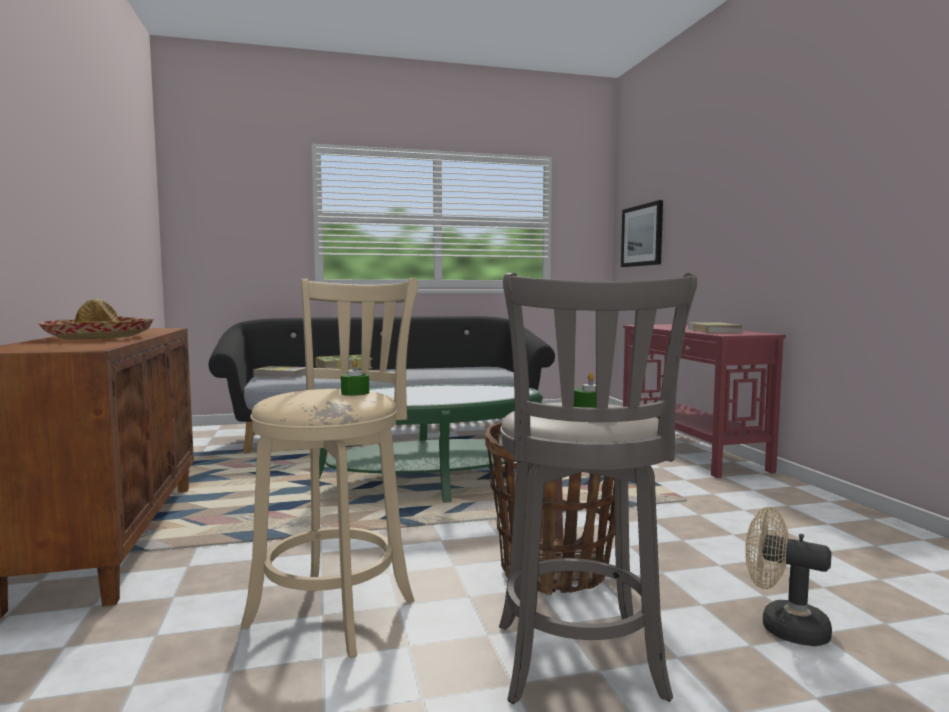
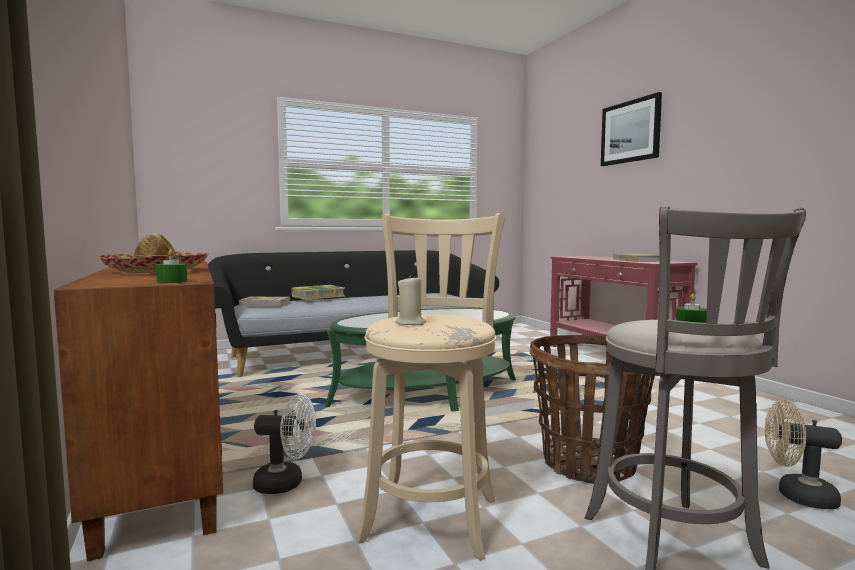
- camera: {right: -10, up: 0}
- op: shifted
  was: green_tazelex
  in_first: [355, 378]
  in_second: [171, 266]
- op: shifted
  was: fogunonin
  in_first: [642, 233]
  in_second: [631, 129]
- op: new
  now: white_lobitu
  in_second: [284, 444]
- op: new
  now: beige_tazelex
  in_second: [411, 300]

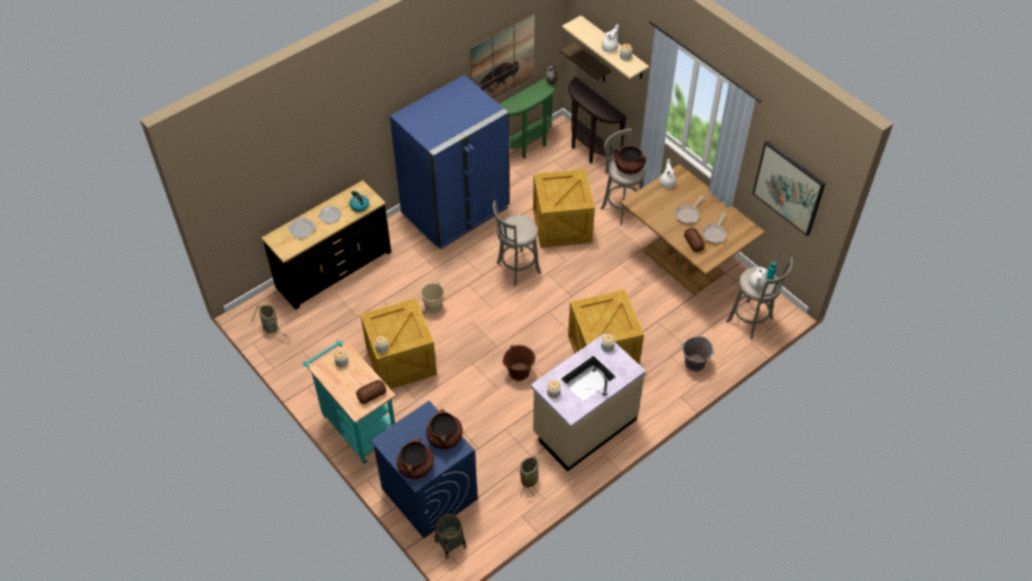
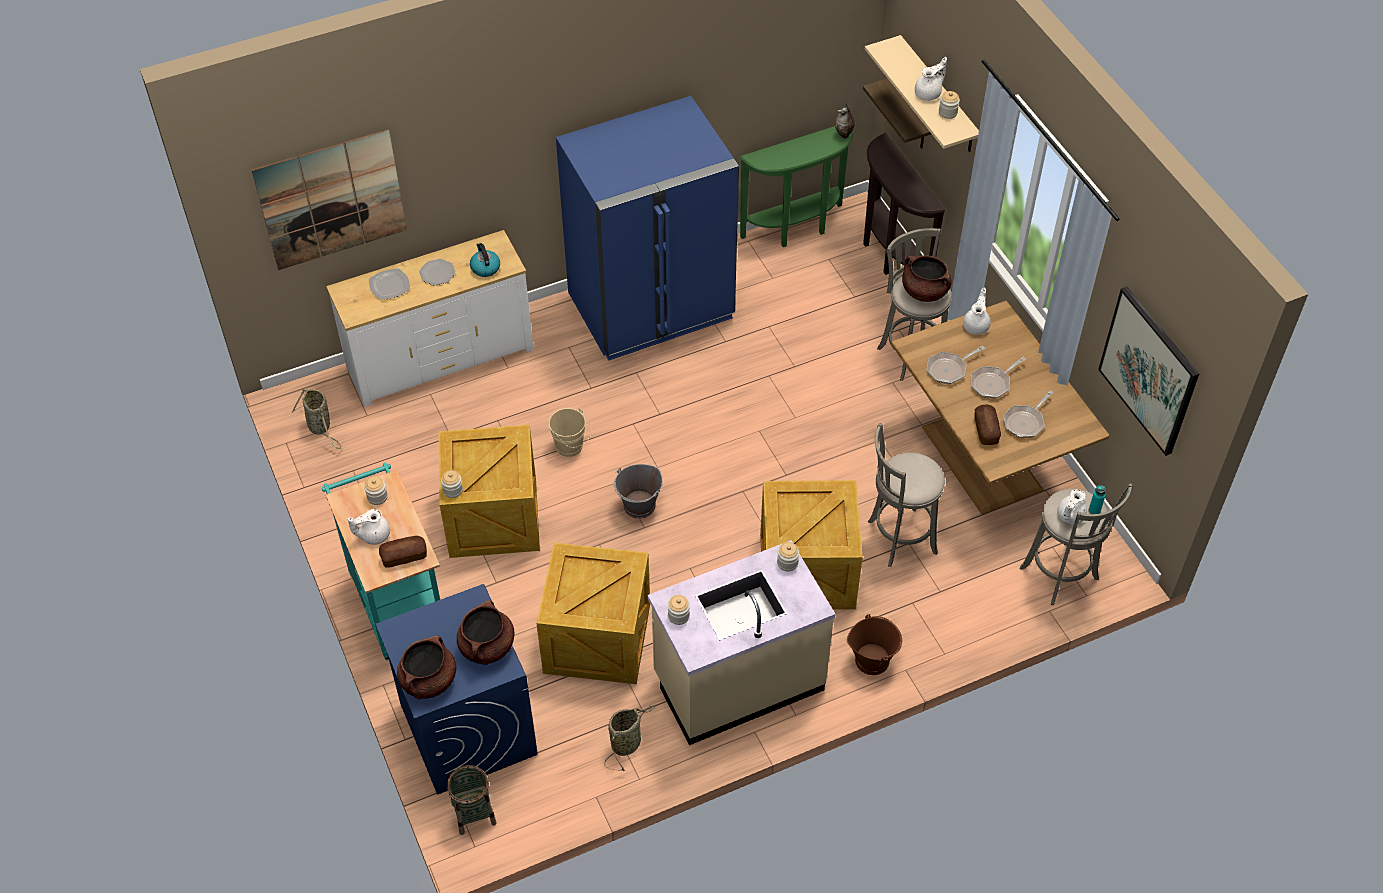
- camera: {right: 15, up: 0}
- op: repainted
  was: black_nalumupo
  now: white_nalumupo
  in_first: [326, 245]
  in_second: [429, 318]
- op: shifted
  was: fogunonin
  in_first: [502, 56]
  in_second: [329, 199]
- op: shifted
  was: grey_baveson
  in_first: [517, 243]
  in_second: [906, 495]
- op: shifted
  was: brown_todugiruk
  in_first: [519, 363]
  in_second: [874, 644]
- op: shifted
  was: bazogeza
  in_first: [564, 208]
  in_second: [593, 613]
- op: shifted
  was: grey_todugiruk
  in_first: [697, 354]
  in_second: [638, 491]
- op: new
  now: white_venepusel
  in_second: [369, 527]
- op: new
  now: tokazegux
  in_second: [955, 365]

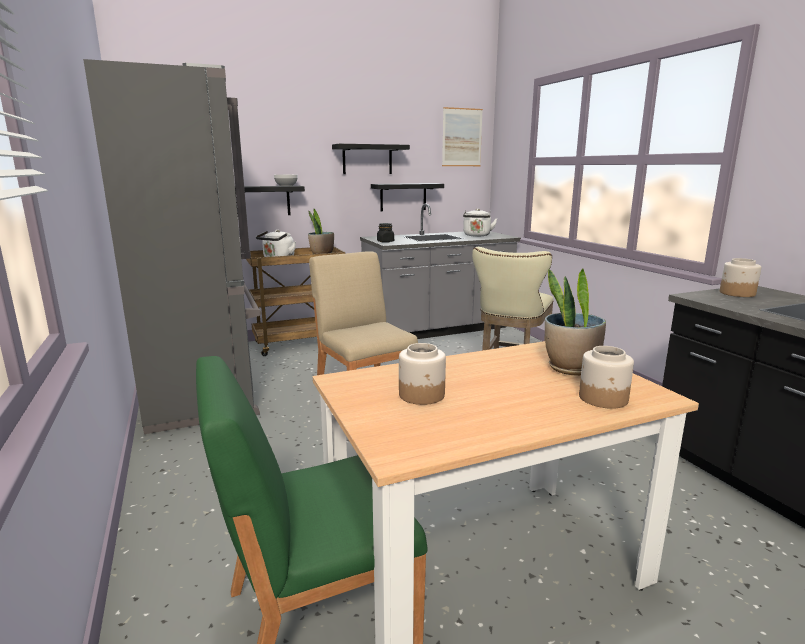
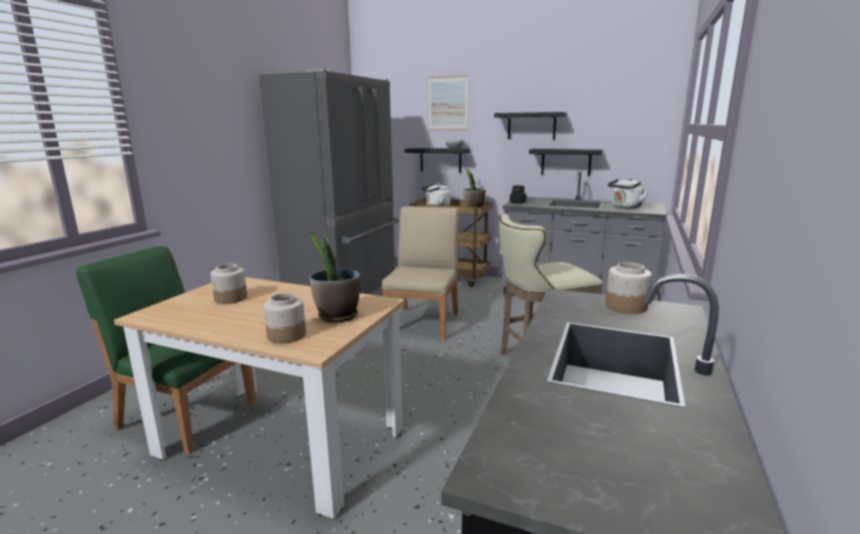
- camera: {right: 45, up: 0}
- op: shifted
  was: fogunonin
  in_first: [462, 136]
  in_second: [448, 102]

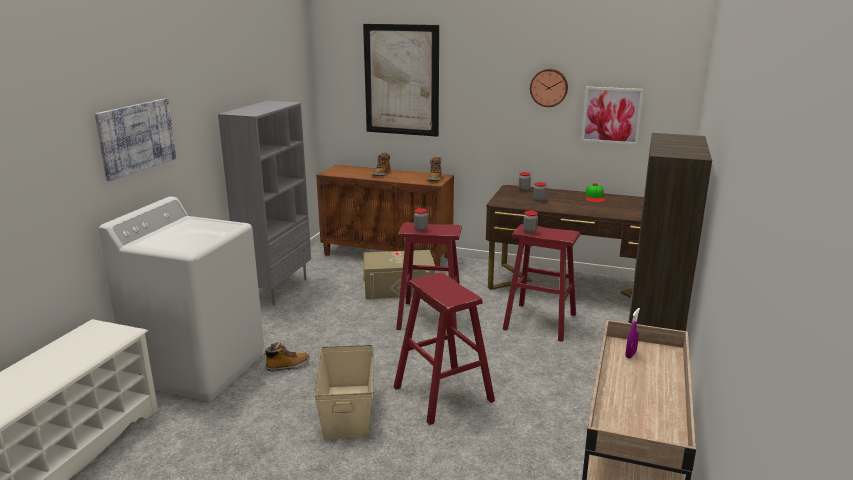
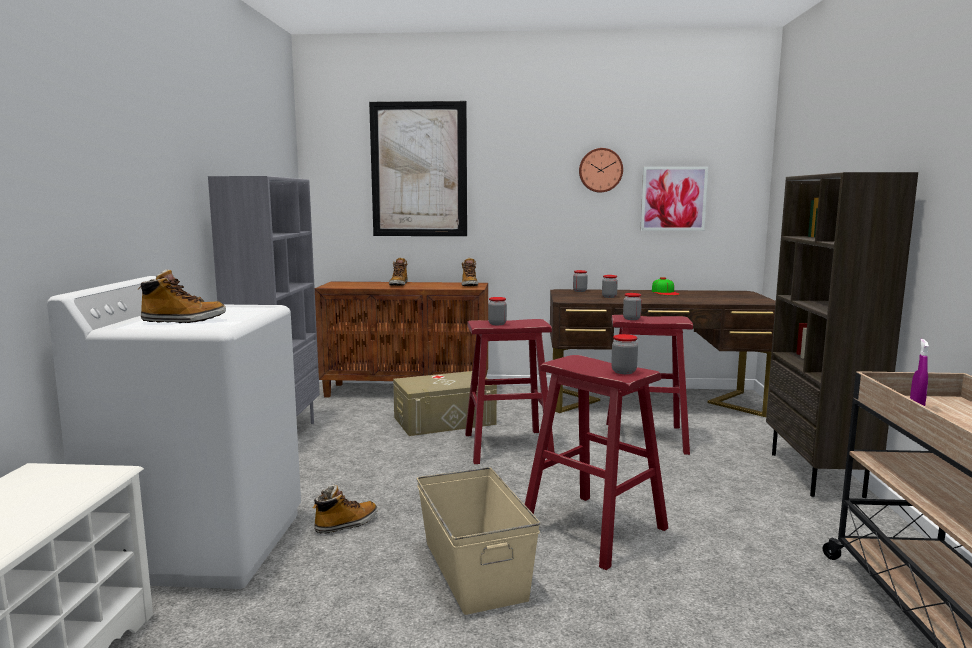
- camera: {right: -15, up: -10}
- op: gone
  was: fogunonin
  in_first: [135, 139]
- op: new
  now: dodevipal
  in_second: [181, 296]
- op: new
  now: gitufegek
  in_second: [624, 354]

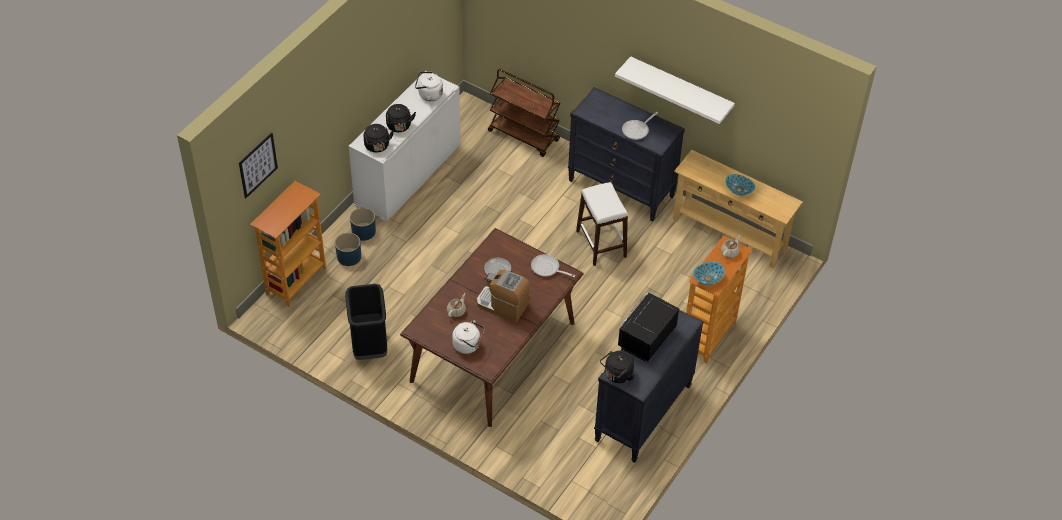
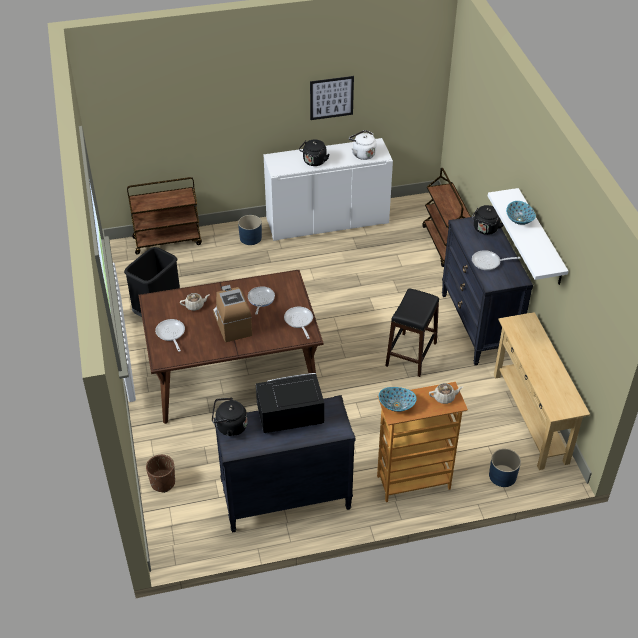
- camera: {right: 45, up: -5}
- op: shifted
  was: fogunonin
  in_first: [258, 165]
  in_second: [332, 98]
- op: swapped
  was: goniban
  now: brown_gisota
  in_first: [288, 244]
  in_second: [164, 215]
- op: shifted
  was: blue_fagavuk
  in_first: [348, 249]
  in_second: [505, 468]
- op: shifted
  was: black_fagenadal
  in_first: [379, 138]
  in_second: [488, 220]
- op: swapped
  was: white_fagenadal
  now: tokazegux
  in_first: [468, 337]
  in_second: [170, 335]
- op: repainted
  was: white_baveson
  now: black_baveson
  in_first: [602, 224]
  in_second: [412, 332]
- op: shifted
  was: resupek
  in_first: [740, 184]
  in_second: [521, 213]
- op: new
  now: brown_fagavuk
  in_second: [160, 474]

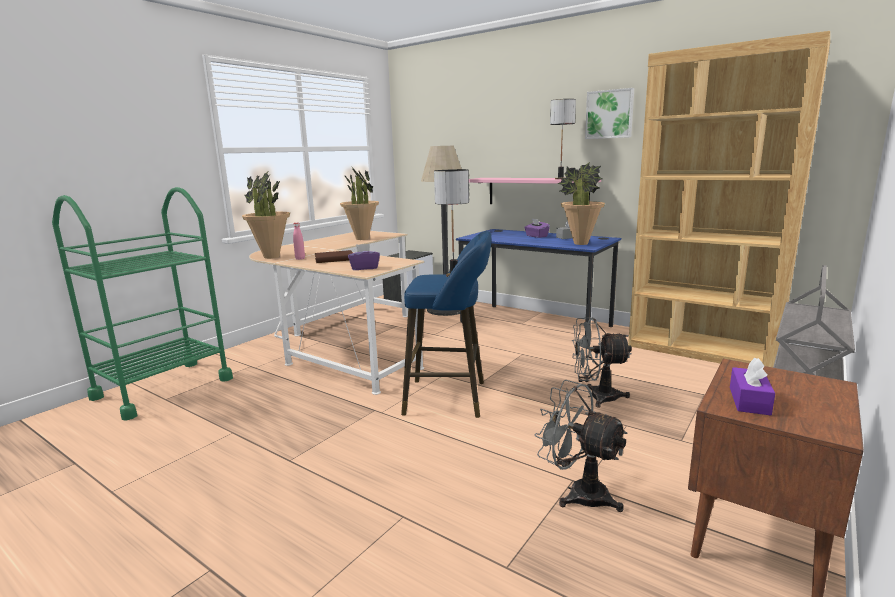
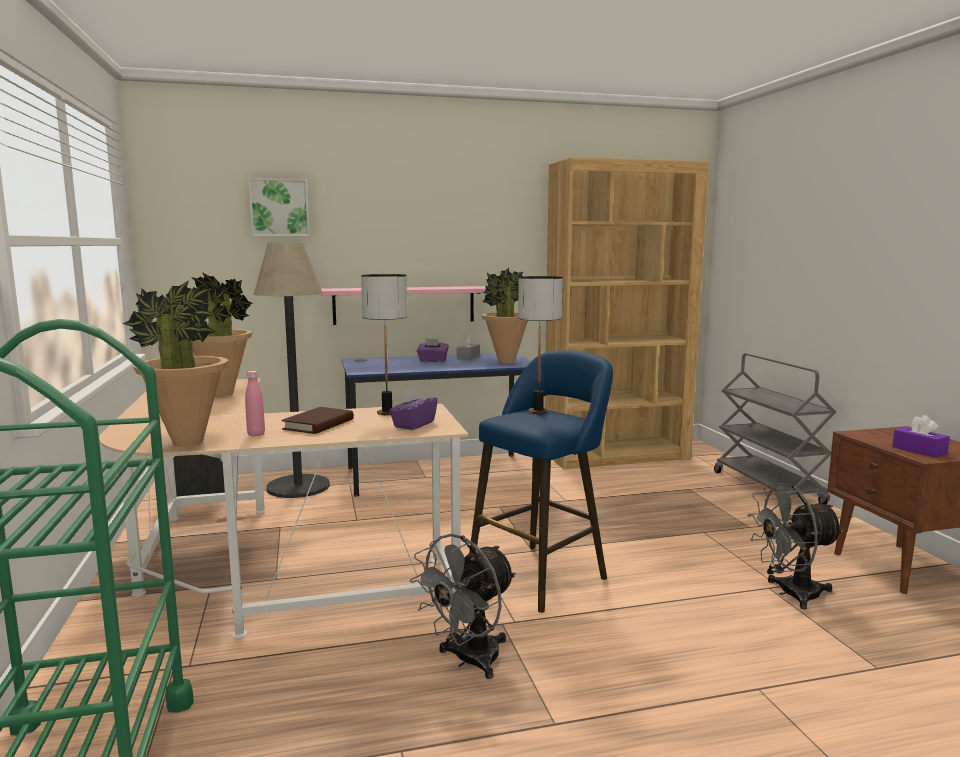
- camera: {right: -50, up: -5}
- op: shifted
  was: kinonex
  in_first: [563, 139]
  in_second: [384, 344]
- op: shifted
  was: grey_lobitu
  in_first: [602, 362]
  in_second: [463, 606]
- op: shifted
  was: fogunonin
  in_first: [609, 113]
  in_second: [279, 207]

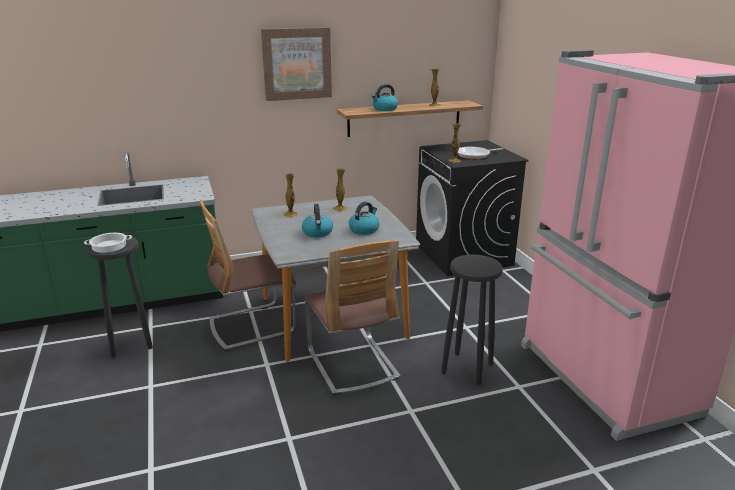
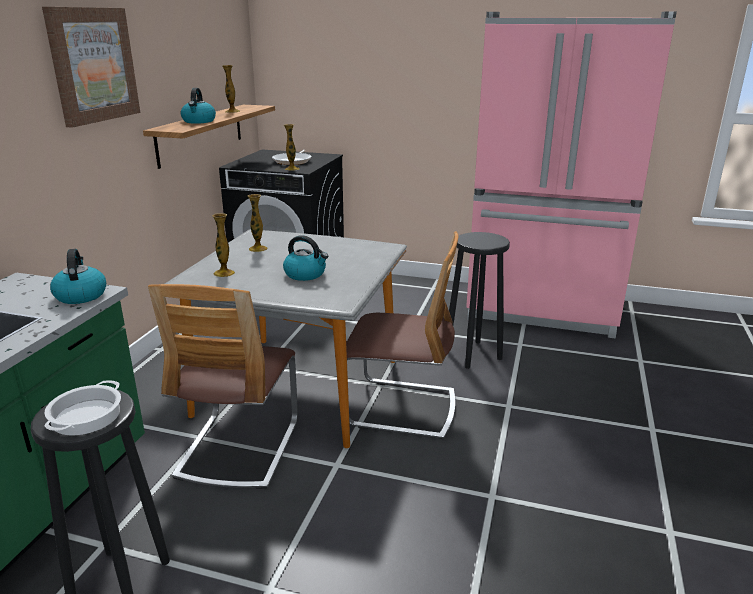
- camera: {right: -55, up: 0}
- op: shifted
  was: fagenadal
  in_first: [364, 218]
  in_second: [78, 276]

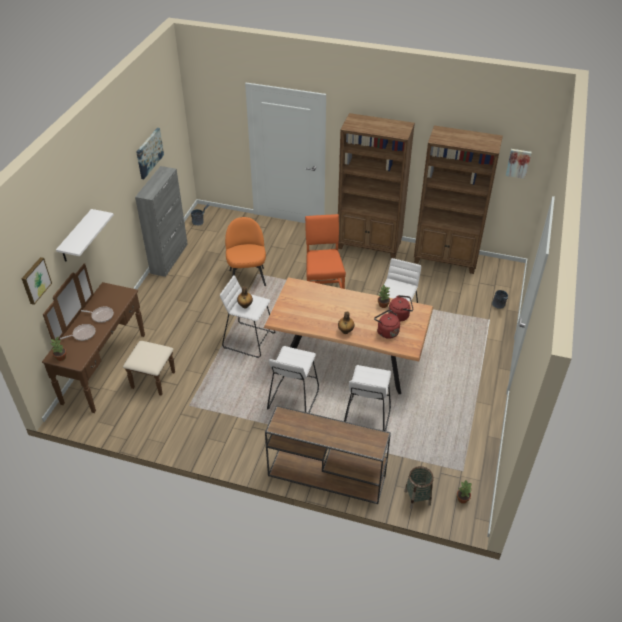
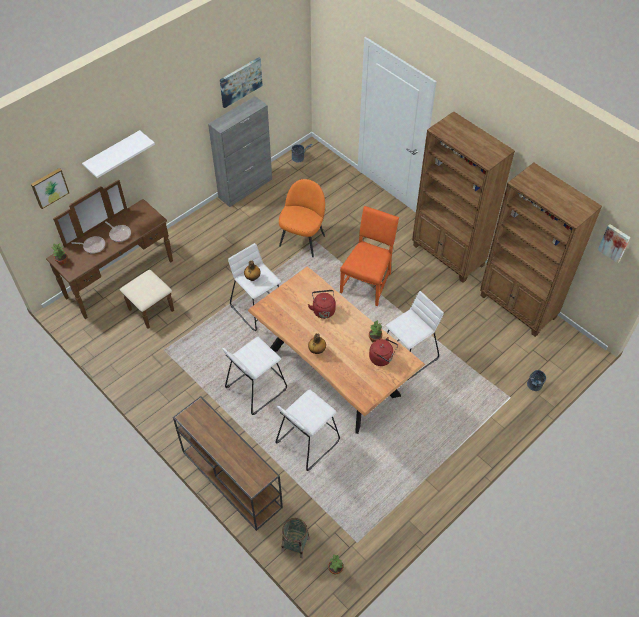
- camera: {right: 30, up: 10}
- op: shifted
  was: red_fagenadal
  in_first: [387, 324]
  in_second: [322, 304]

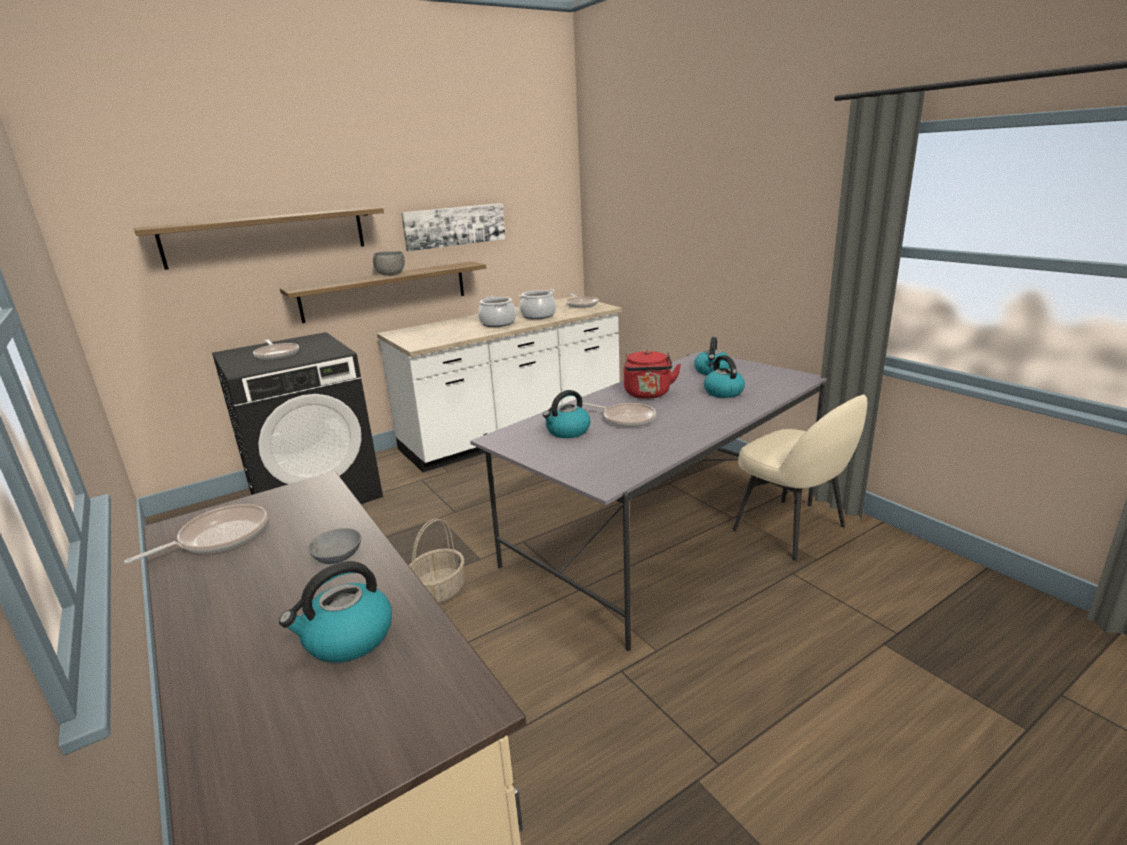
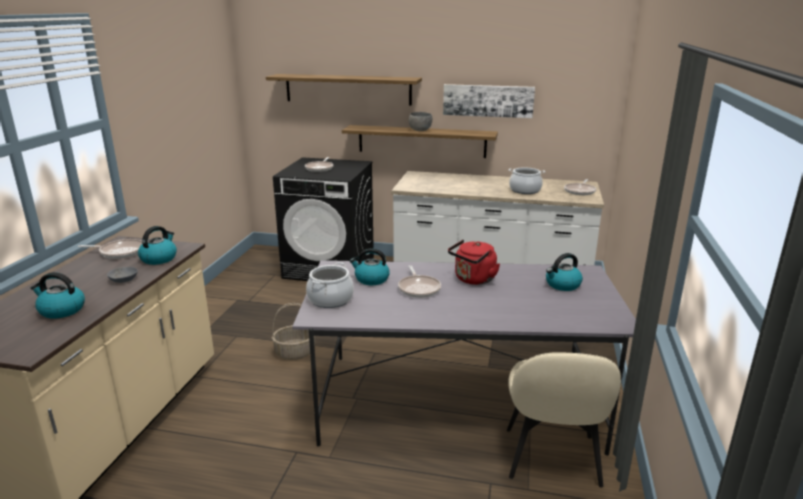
- camera: {right: 45, up: 0}
- op: shifted
  was: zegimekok
  in_first: [497, 311]
  in_second: [330, 285]
- op: shifted
  was: fagenadal
  in_first: [724, 376]
  in_second: [157, 245]

